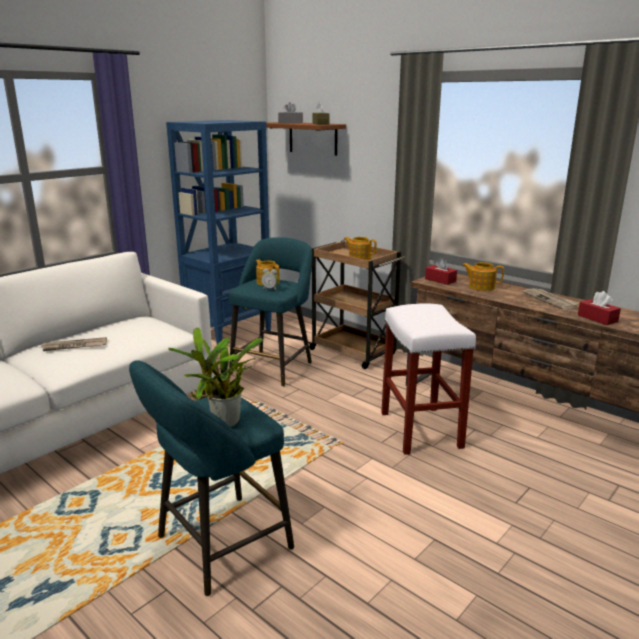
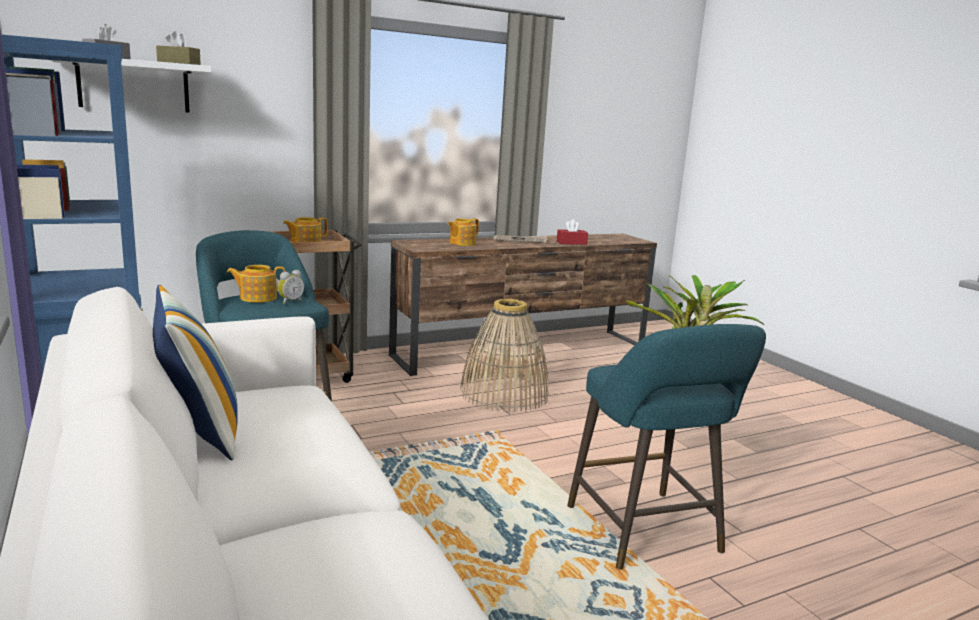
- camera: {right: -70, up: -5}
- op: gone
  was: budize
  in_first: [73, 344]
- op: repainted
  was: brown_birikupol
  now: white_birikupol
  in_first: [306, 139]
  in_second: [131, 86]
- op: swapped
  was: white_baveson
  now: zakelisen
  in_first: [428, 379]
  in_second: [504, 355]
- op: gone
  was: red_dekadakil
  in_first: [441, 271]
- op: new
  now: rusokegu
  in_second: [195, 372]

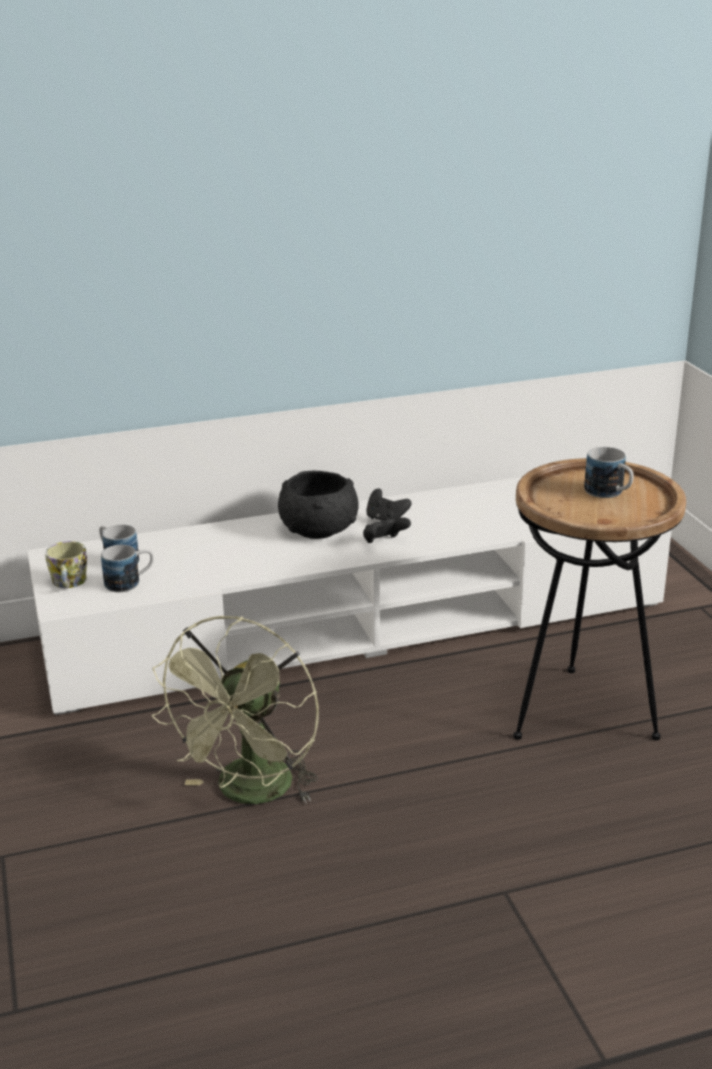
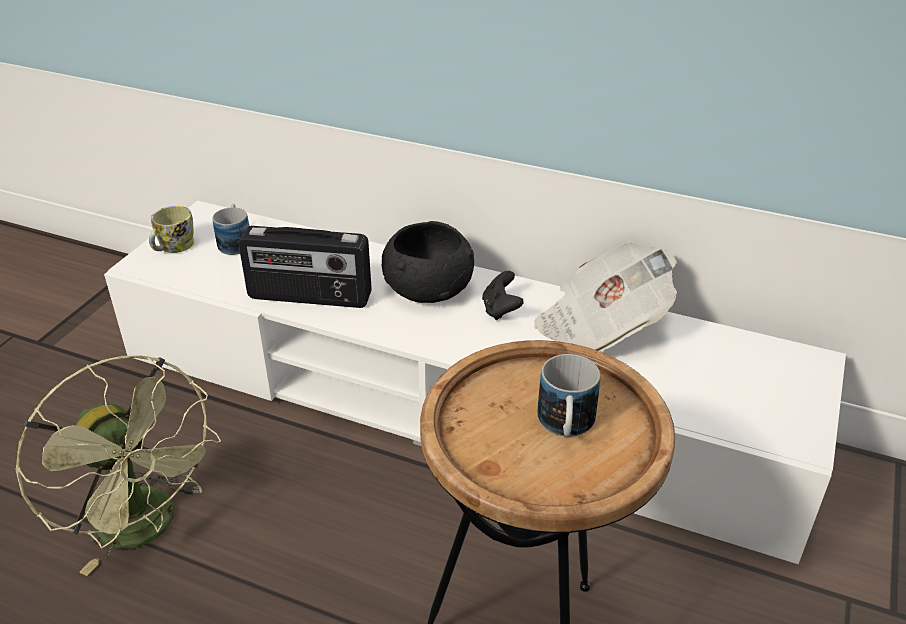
- camera: {right: 40, up: 10}
- op: gone
  was: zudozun
  in_first: [127, 568]
- op: rotated
  was: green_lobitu
  in_first: [235, 710]
  in_second: [118, 465]
  clockwise: -105
- op: gone
  was: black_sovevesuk
  in_first: [387, 530]
- op: new
  now: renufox
  in_second: [305, 267]
- op: new
  now: budize
  in_second: [606, 296]

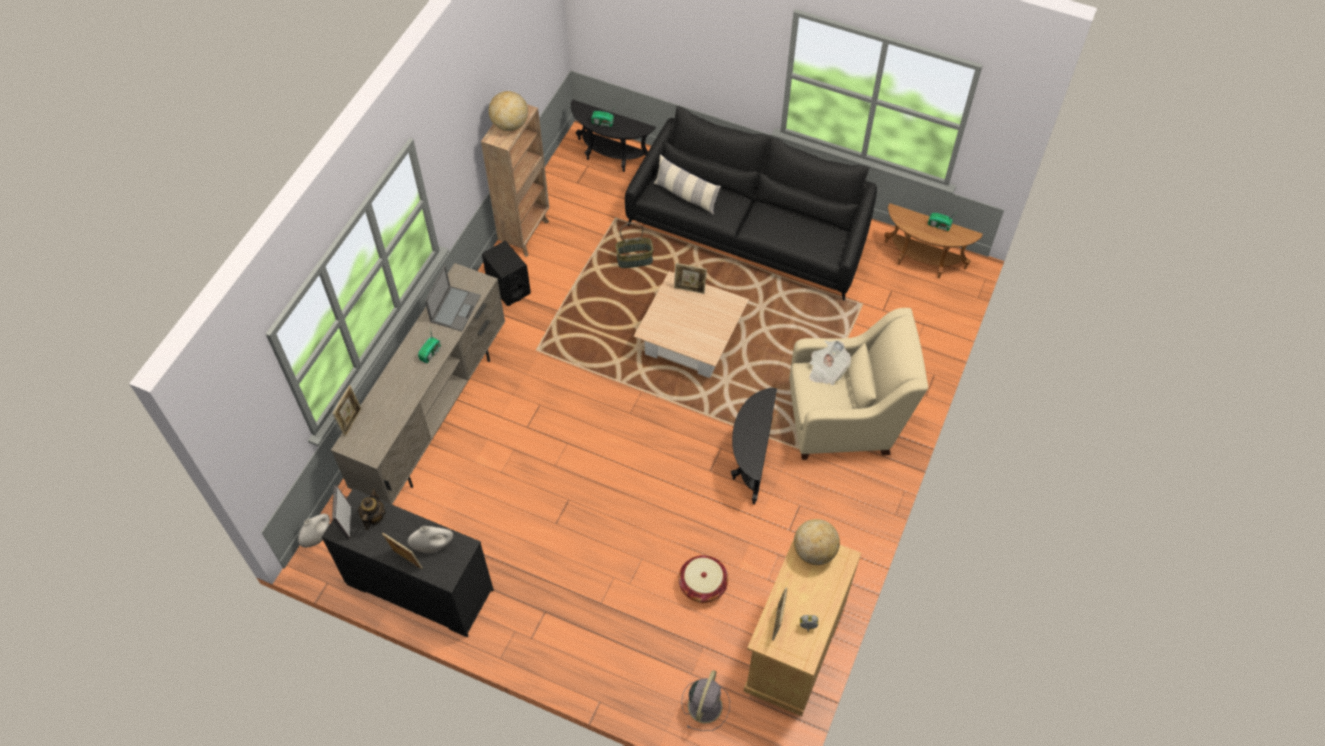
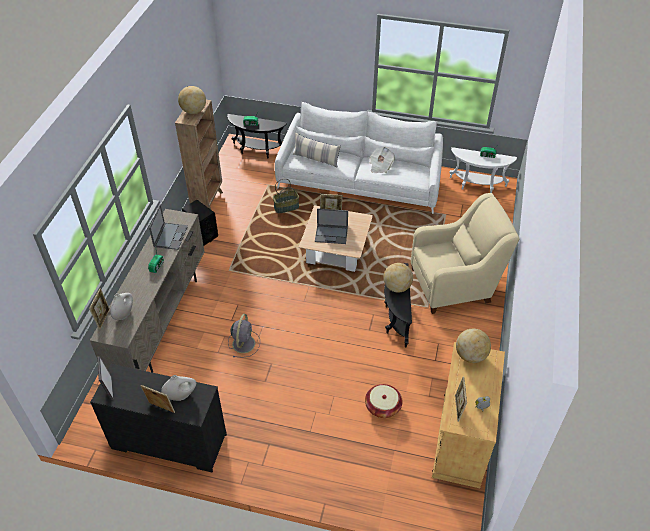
- camera: {right: -10, up: -10}
- op: shifted
  was: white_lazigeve
  in_first: [314, 531]
  in_second: [121, 306]
- op: gone
  was: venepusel
  in_first: [371, 509]
- op: repainted
  was: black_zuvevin
  now: white_zuvevin
  in_first: [751, 203]
  in_second: [359, 158]
- op: shifted
  was: grey_lobitu
  in_first: [705, 700]
  in_second: [244, 335]
- op: shifted
  was: budize
  in_first: [830, 362]
  in_second: [382, 160]
- op: repainted
  was: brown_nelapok
  now: white_nelapok
  in_first: [933, 240]
  in_second: [483, 170]
- op: new
  now: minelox
  in_second: [331, 226]
- op: new
  now: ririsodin
  in_second: [398, 277]

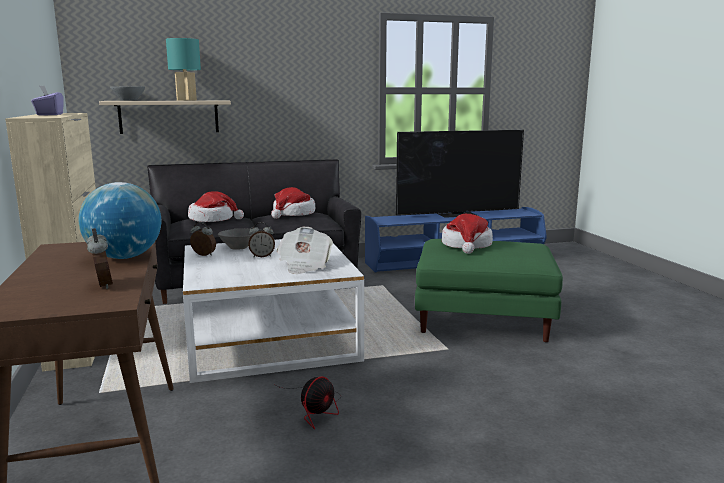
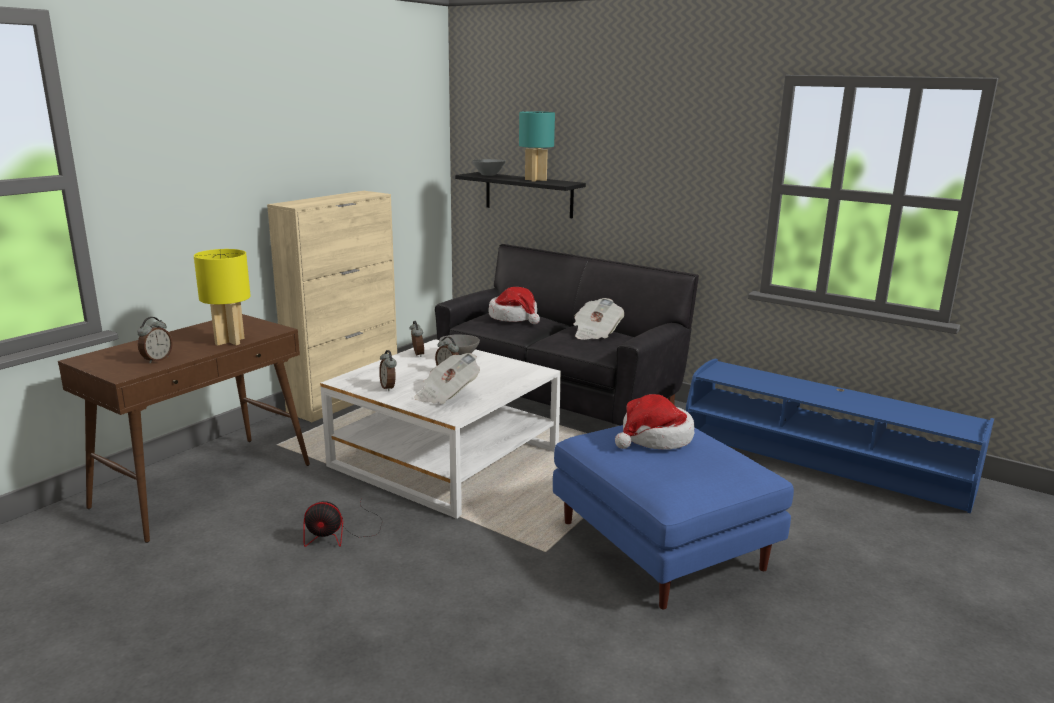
- camera: {right: 50, up: 5}
- op: gone
  was: purple_dekadakil
  in_first: [47, 100]
- op: swapped
  was: ririsodin
  now: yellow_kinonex
  in_first: [119, 220]
  in_second: [222, 297]
- op: repainted
  was: beige_birikupol
  now: black_birikupol
  in_first: [165, 117]
  in_second: [520, 195]
- op: swapped
  was: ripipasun
  now: budize
  in_first: [293, 203]
  in_second: [598, 319]
- op: gone
  was: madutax
  in_first: [460, 174]
- op: repainted
  was: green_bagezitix
  now: blue_bagezitix
  in_first: [489, 290]
  in_second: [673, 517]
- op: new
  now: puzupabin
  in_second: [388, 370]

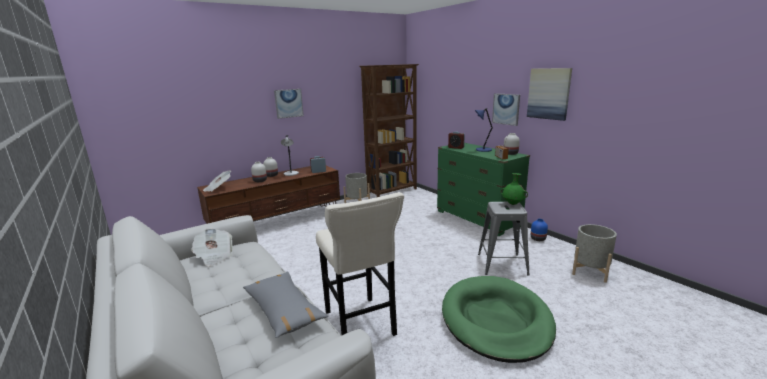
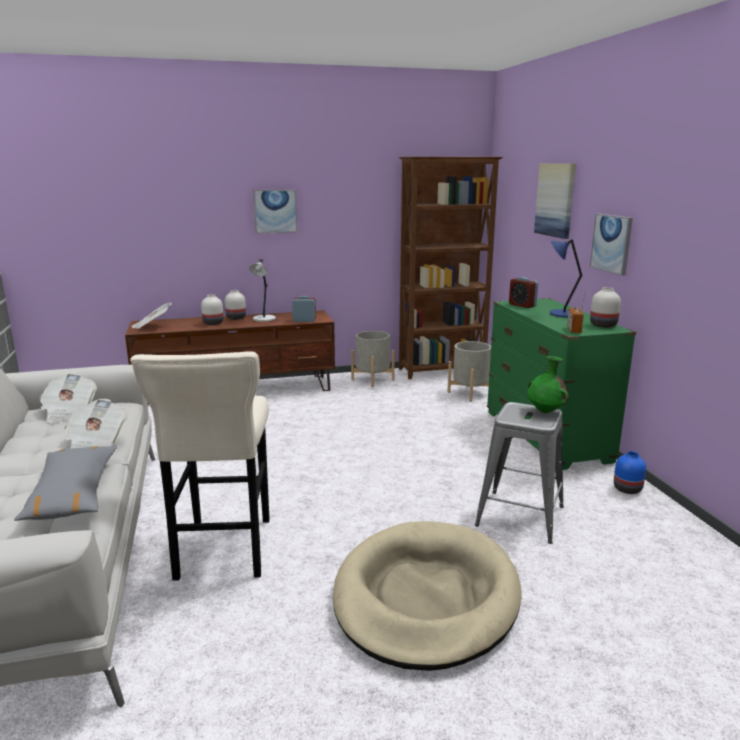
- camera: {right: 20, up: 0}
- op: repainted
  was: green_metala
  now: beige_metala
  in_first: [499, 319]
  in_second: [427, 596]
- op: shifted
  was: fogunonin
  in_first: [549, 94]
  in_second: [555, 201]
- op: shifted
  was: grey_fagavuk
  in_first: [594, 253]
  in_second: [469, 371]
- op: new
  now: budize
  in_second: [96, 424]

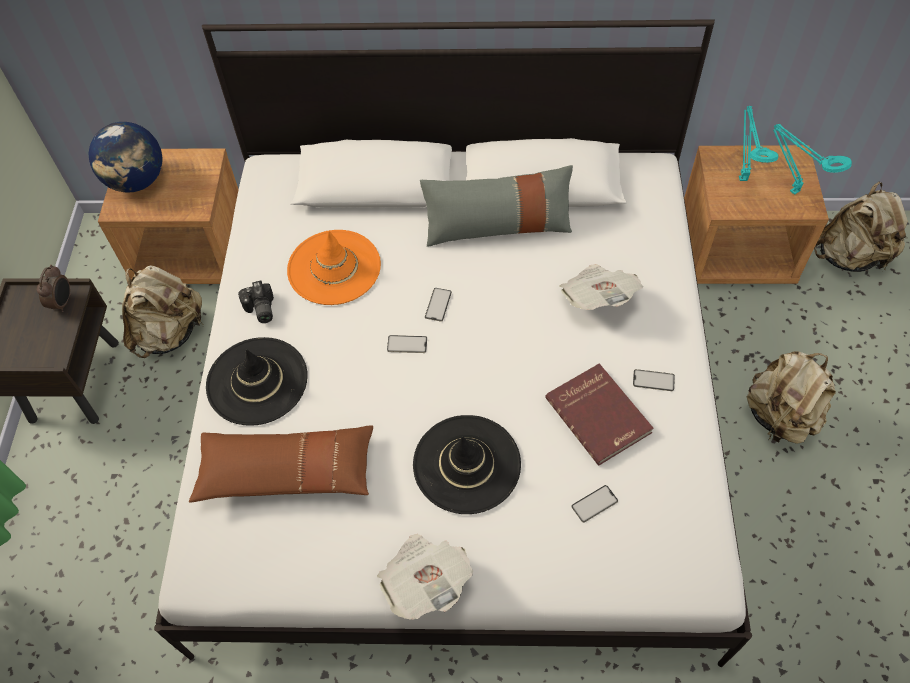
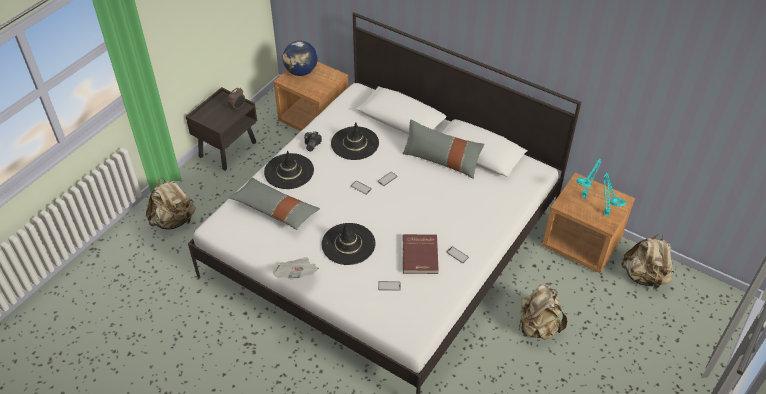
- camera: {right: 30, up: -10}
- op: shifted
  was: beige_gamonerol
  in_first: [163, 311]
  in_second: [170, 203]
- op: repainted
  was: brown_rusokegu
  now: grey_rusokegu
  in_first: [281, 463]
  in_second: [274, 204]
- op: repainted
  was: orange_ripipasun
  now: black_ripipasun
  in_first: [334, 267]
  in_second: [355, 141]
- op: gone
  was: budize
  in_first: [601, 287]

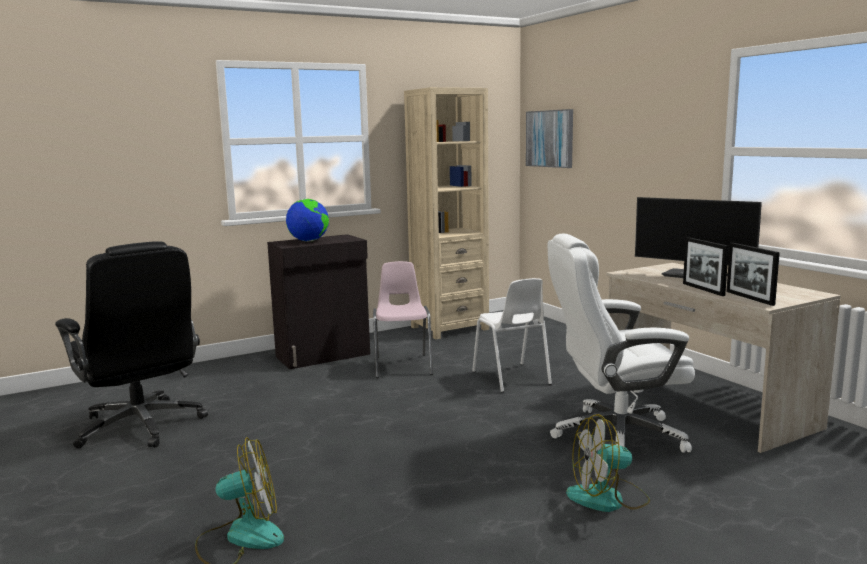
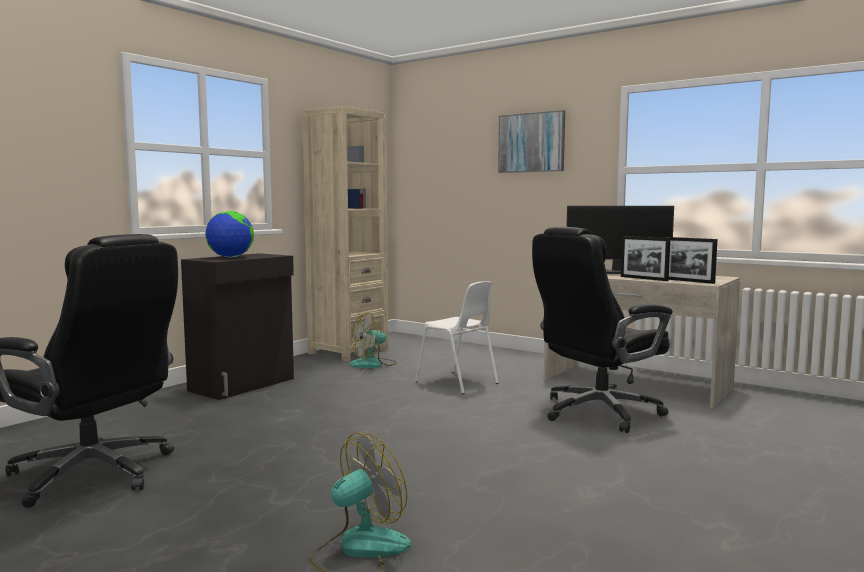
- camera: {right: -25, up: -5}
- op: gone
  was: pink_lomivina
  in_first: [403, 319]
- op: shifted
  was: fogunonin
  in_first: [549, 138]
  in_second: [531, 141]
- op: repainted
  was: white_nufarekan
  now: black_nufarekan
  in_first: [621, 343]
  in_second: [602, 330]
- op: shifted
  was: lobitu
  in_first: [608, 463]
  in_second: [373, 340]

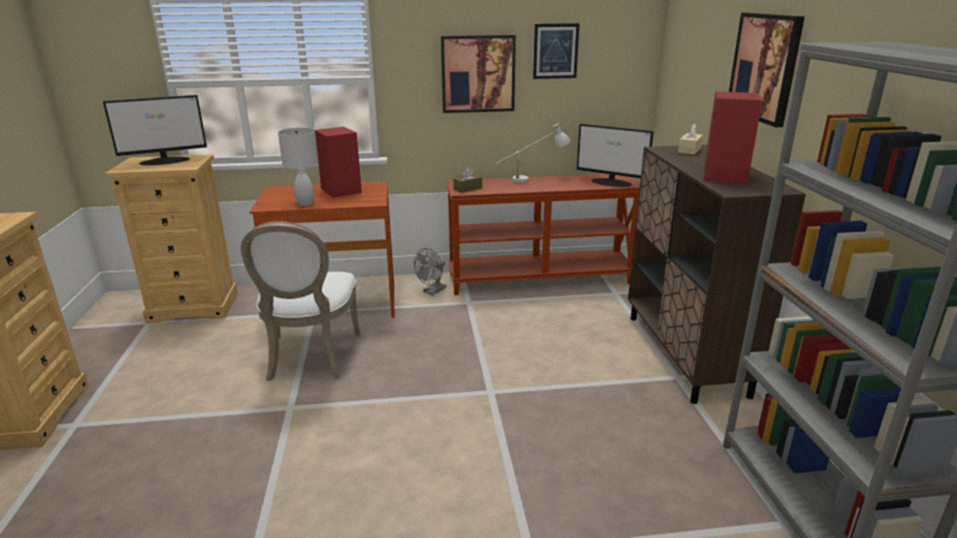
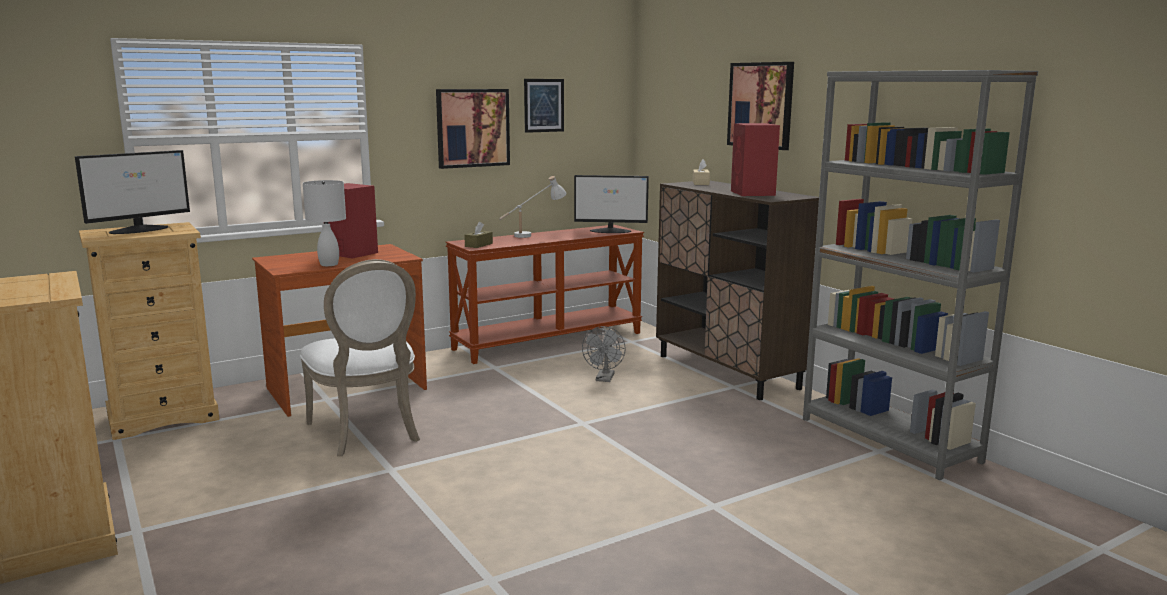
- camera: {right: -25, up: -10}
- op: shifted
  was: grey_lobitu
  in_first: [430, 271]
  in_second: [604, 354]

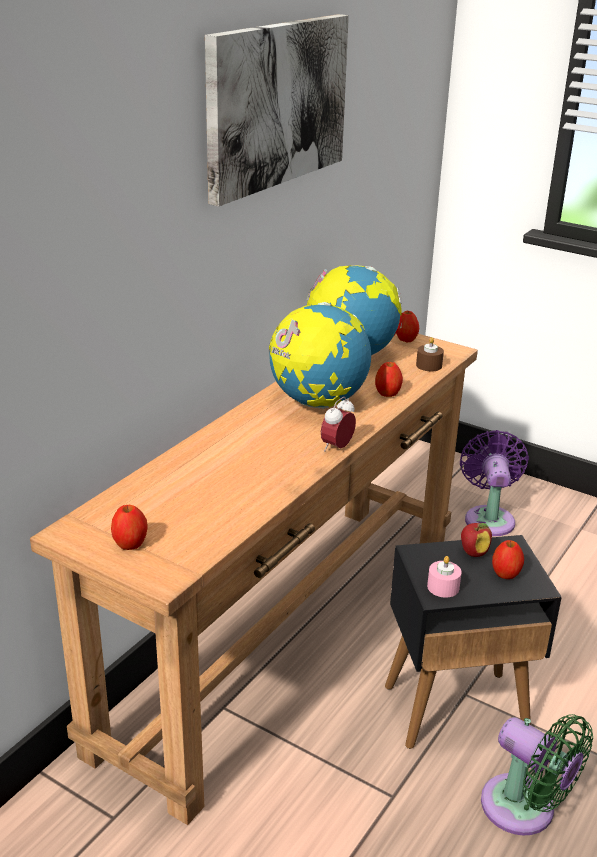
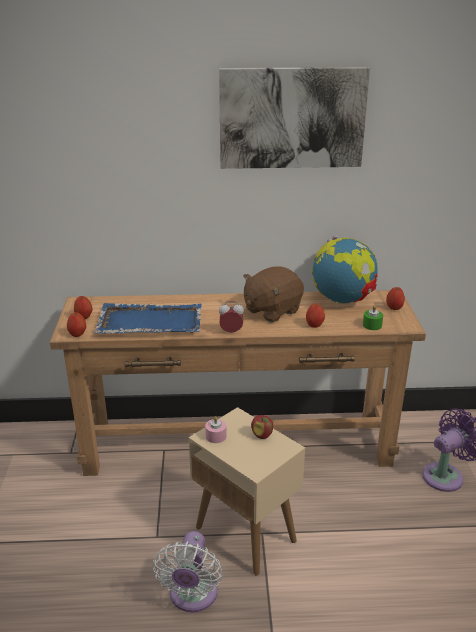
- camera: {right: 55, up: 0}
- op: swapped
  was: ririsodin
  now: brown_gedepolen
  in_first: [320, 355]
  in_second: [273, 294]
- op: repainted
  was: black_nelapok
  now: beige_nelapok
  in_first: [473, 642]
  in_second: [247, 491]
- op: repainted
  was: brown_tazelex
  now: green_tazelex
  in_first: [430, 354]
  in_second: [373, 317]
- op: repainted
  was: green_lobitu
  now: white_lobitu
  in_first: [537, 775]
  in_second: [187, 571]
- op: shifted
  was: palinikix
  in_first: [508, 559]
  in_second: [76, 324]
- op: new
  now: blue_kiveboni
  in_second: [148, 318]

